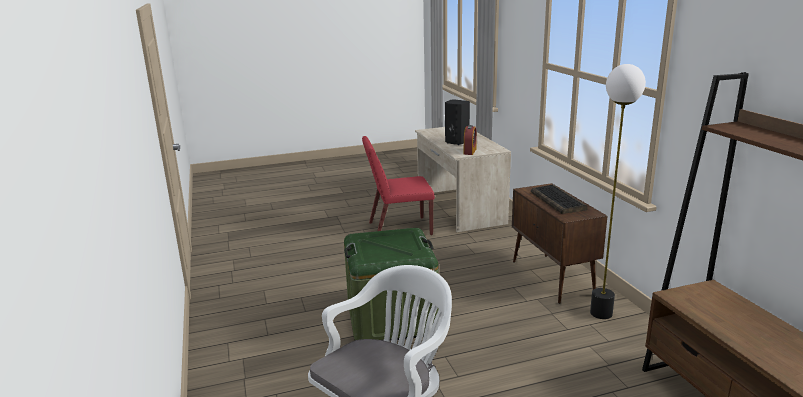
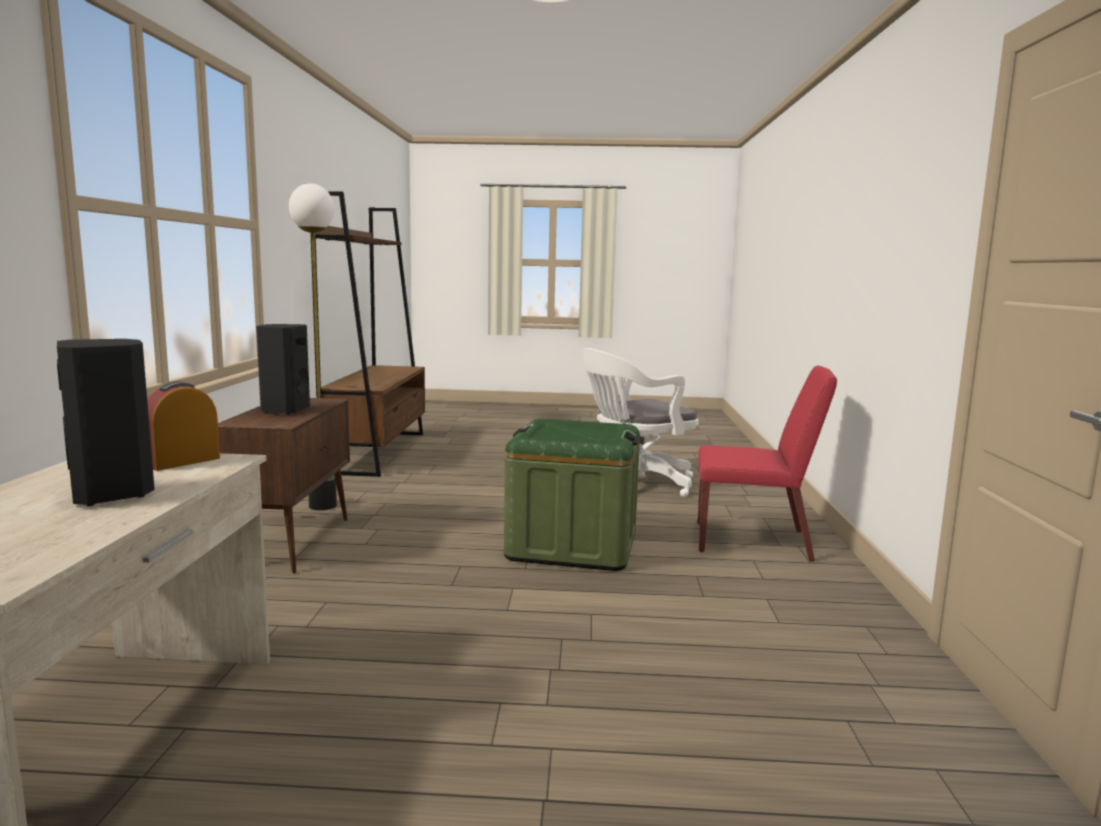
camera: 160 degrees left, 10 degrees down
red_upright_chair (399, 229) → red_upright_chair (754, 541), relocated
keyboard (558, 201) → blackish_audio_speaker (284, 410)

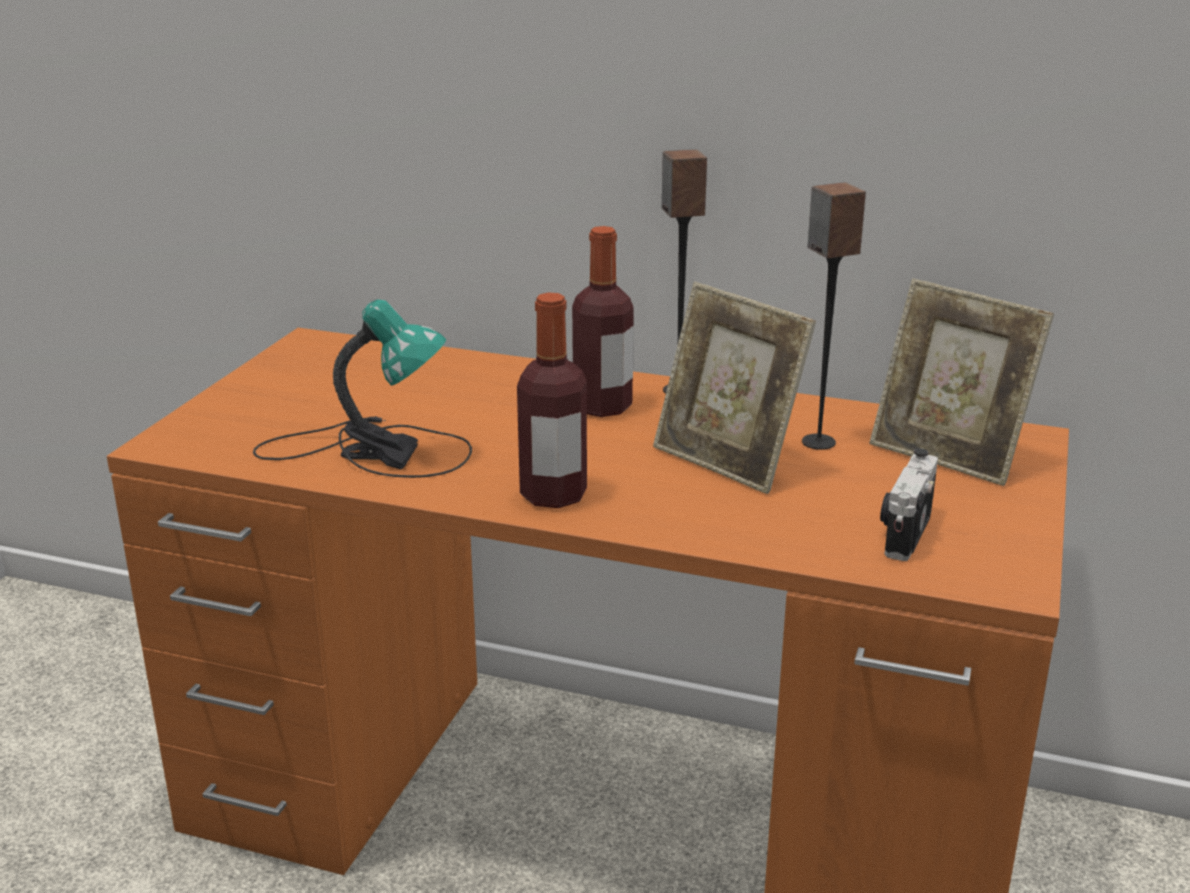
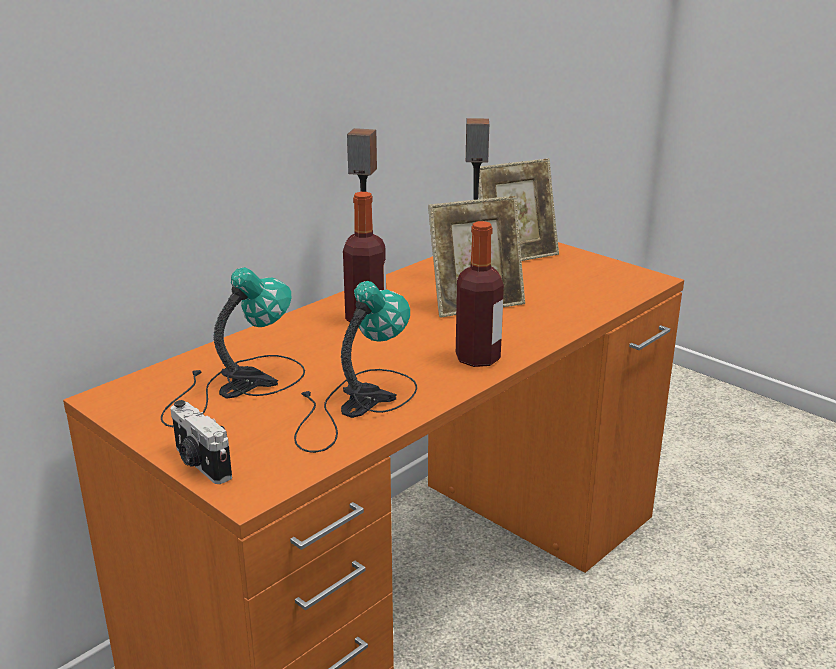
camera: 65 degrees left, 0 degrees up
photo_camera (904, 532) → photo_camera (200, 464), relocated
- → table_lamp (235, 386)

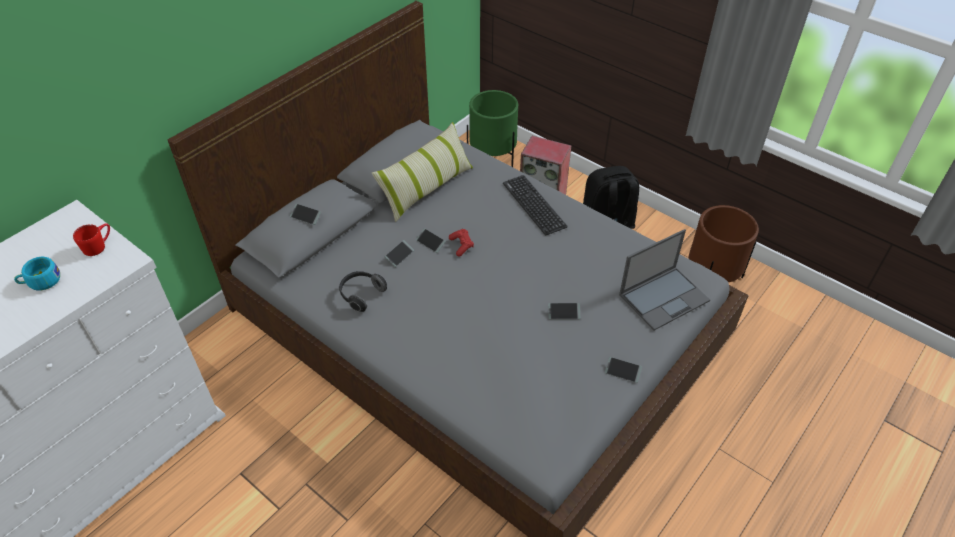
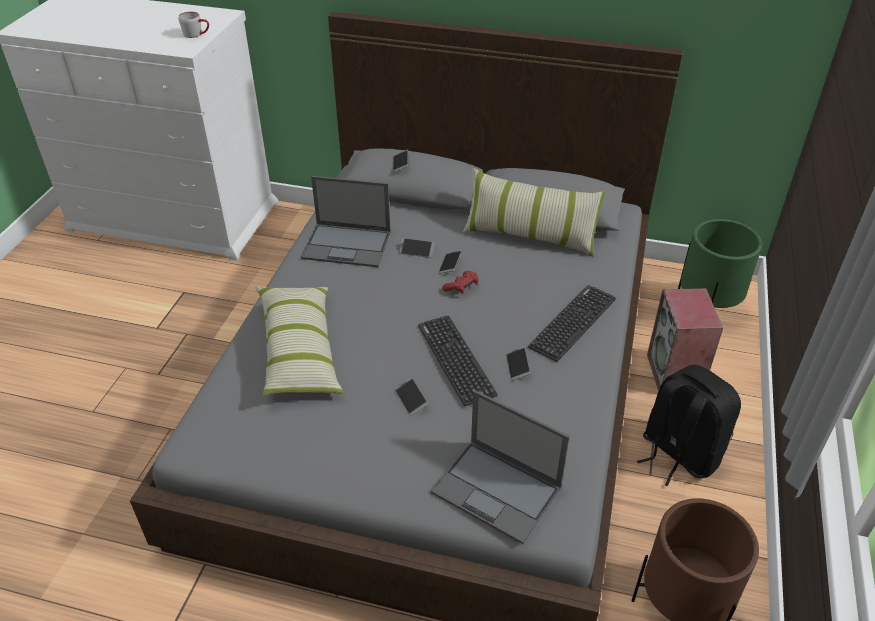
camera: 65 degrees right, 5 degrees down
red_mug (98, 245) → gray_mug (197, 34)
turquoise_cup (41, 281) → -
headphones (361, 295) → notebook_computer (348, 245)
handset (622, 372) → handset (517, 366), relocated
- → cushion (299, 350)
- → keyboard (456, 359)

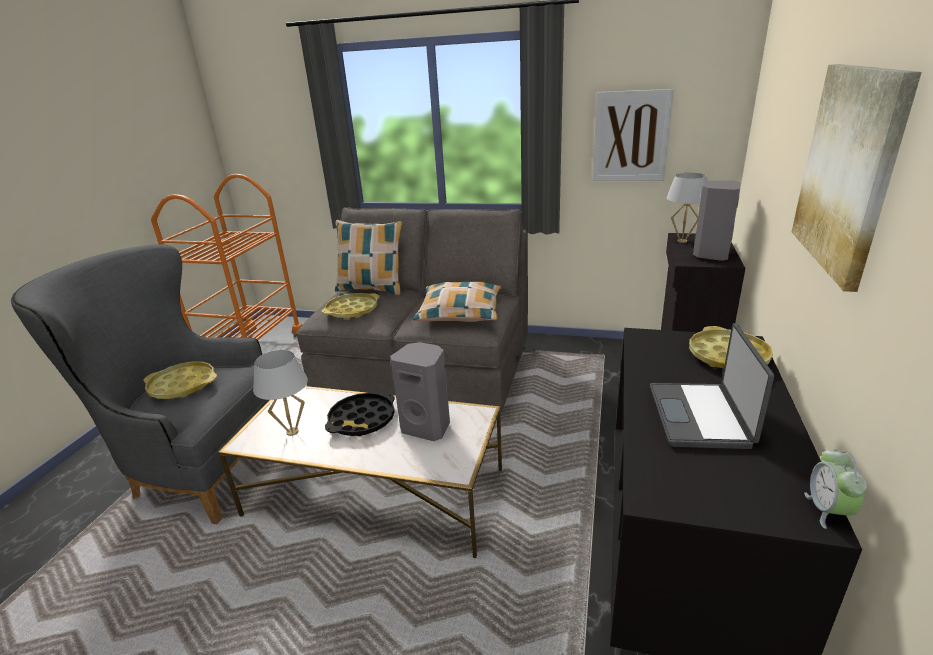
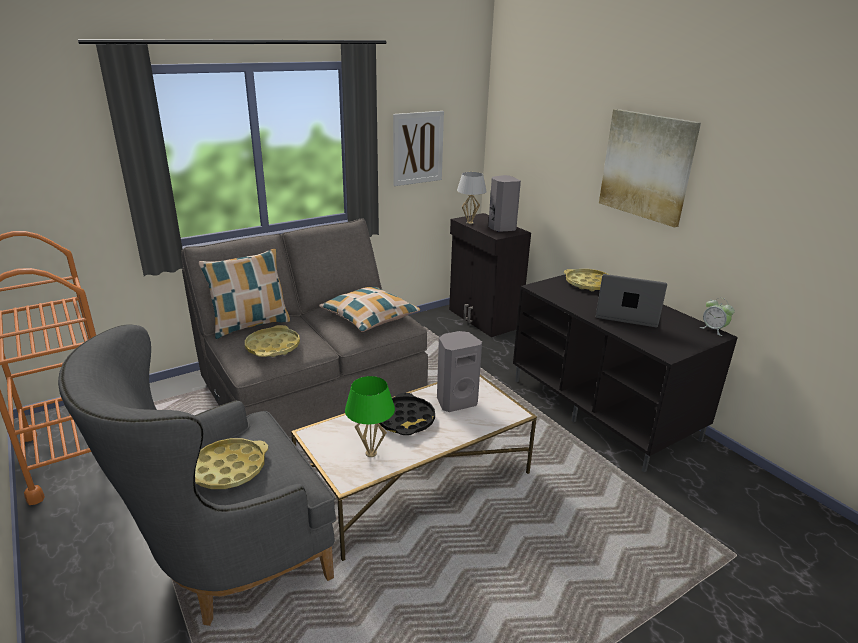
camera: 50 degrees left, 0 degrees up
notebook_computer (701, 416) → notebook_computer (626, 315), 150 degrees clockwise
white-coloured_table_lamp (292, 432) → green_table_lamp (371, 453)

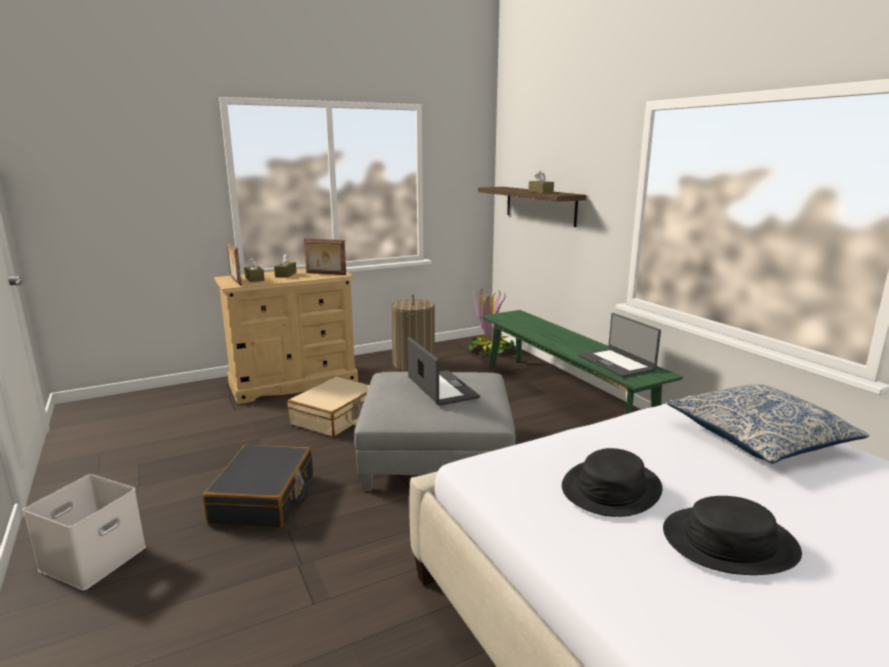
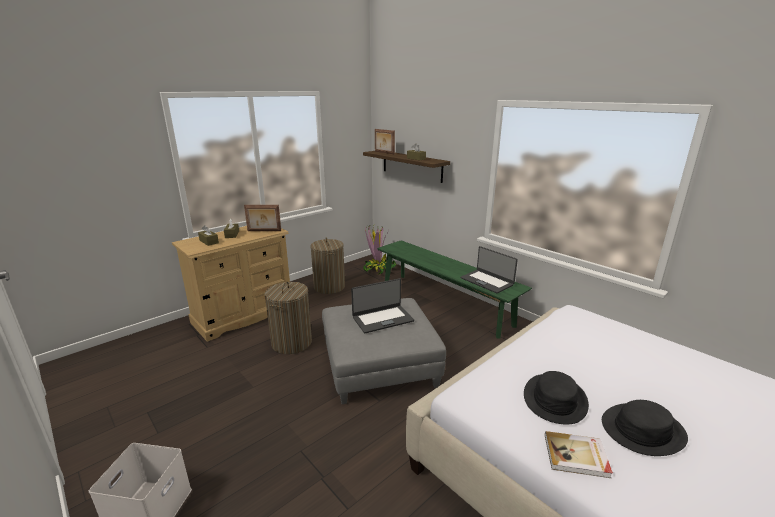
camera: 15 degrees left, 5 degrees up
photo_frame (235, 281) → photo_frame (384, 152), relocated
notebook_computer (441, 388) → notebook_computer (382, 319), 105 degrees clockwise
beige_travel_case (336, 417) → washing_basket (291, 342)
cushion (759, 437) → -
blackish_travel_case (264, 499) → -
- → volume (576, 456)

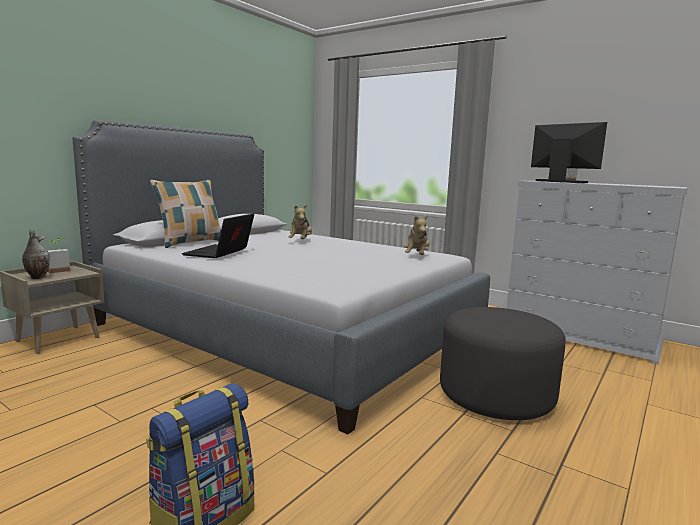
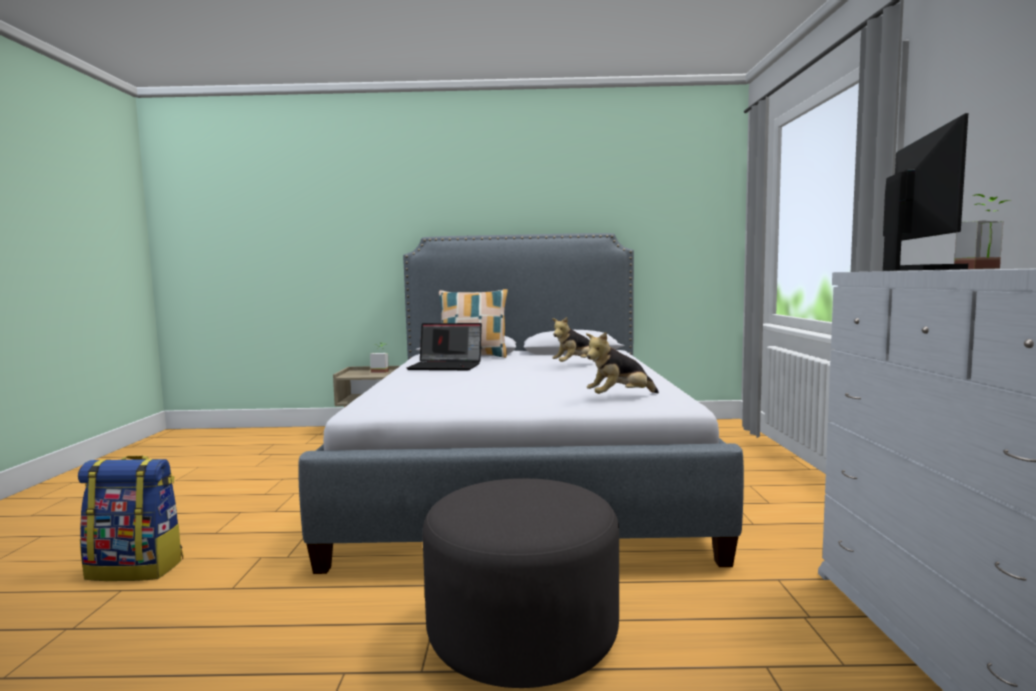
camera: 55 degrees right, 5 degrees down
notebook_computer (219, 253) → notebook_computer (446, 366), 150 degrees counterclockwise
flower_vase (37, 277) → -

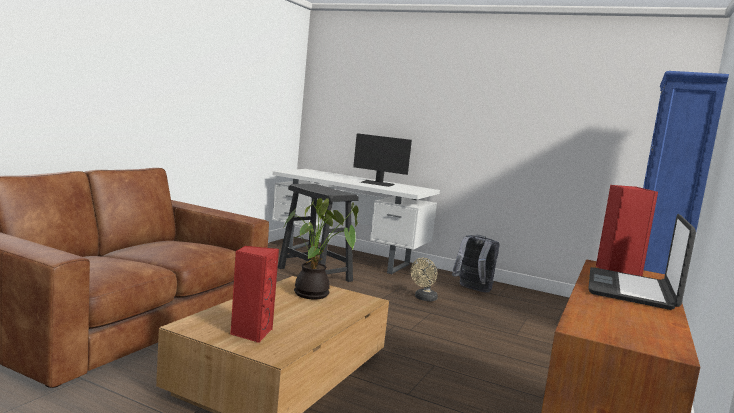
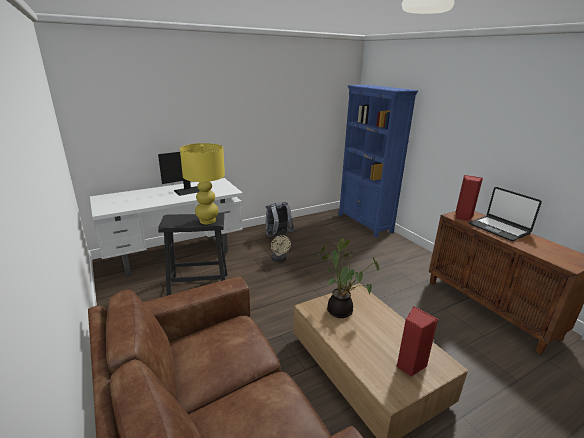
camera: 55 degrees left, 15 degrees up
- → yellowish_table_lamp (207, 221)

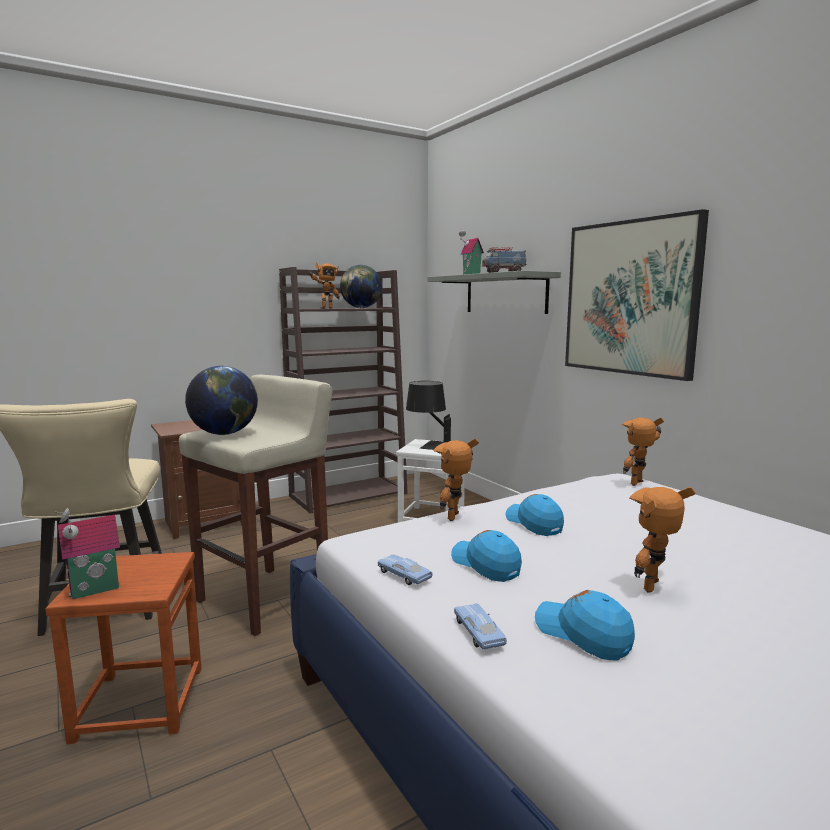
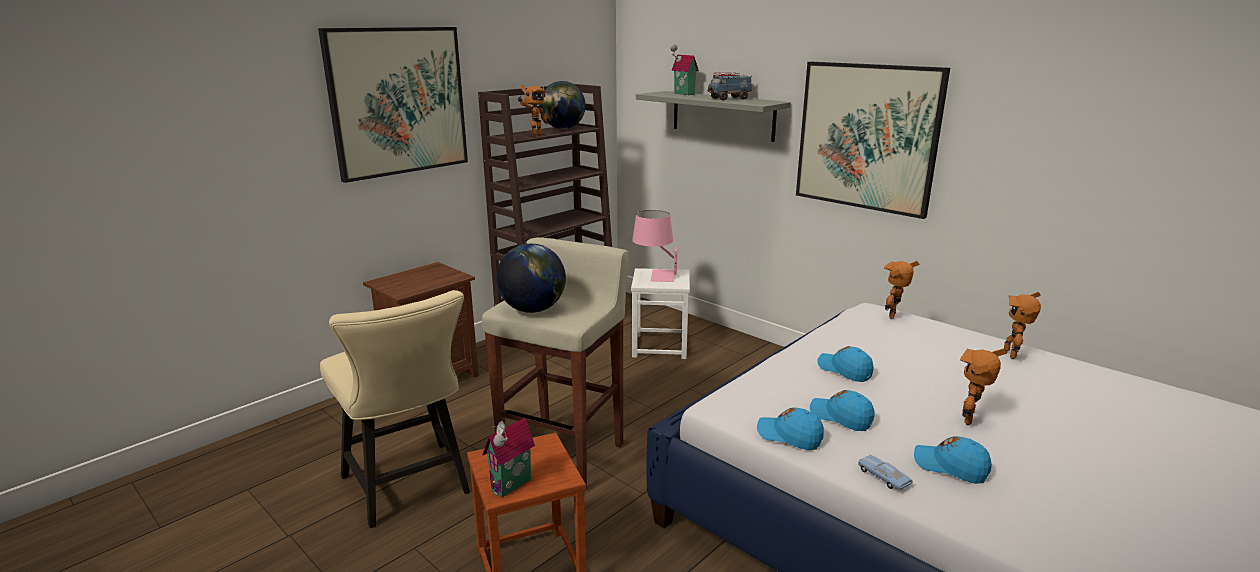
camera: 15 degrees left, 10 degrees up
blackish_table_lamp (428, 444) → pinkish_table_lamp (655, 275)
toy_robot (457, 517) → toy_robot (1012, 355), relocated
blue-coloured_model_car (404, 575) → blue-coloured_peaked_cap (789, 436)
- → picture (398, 101)

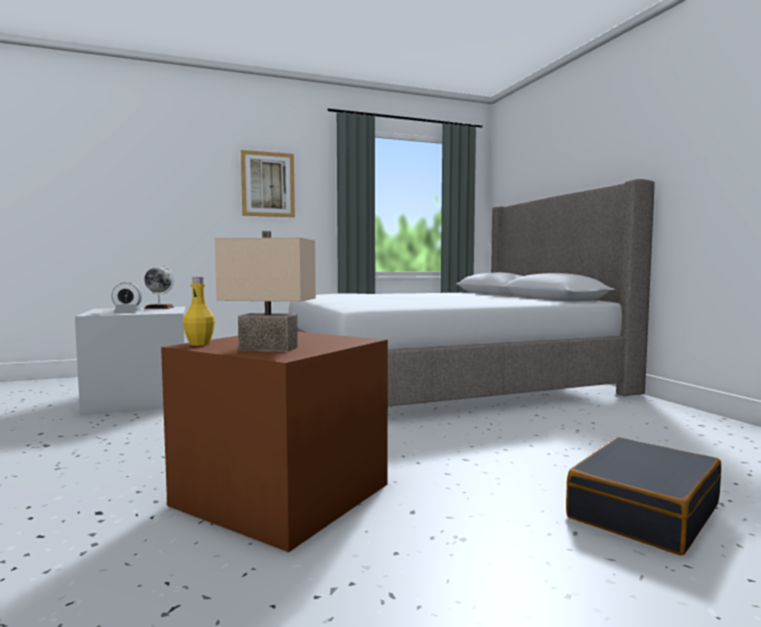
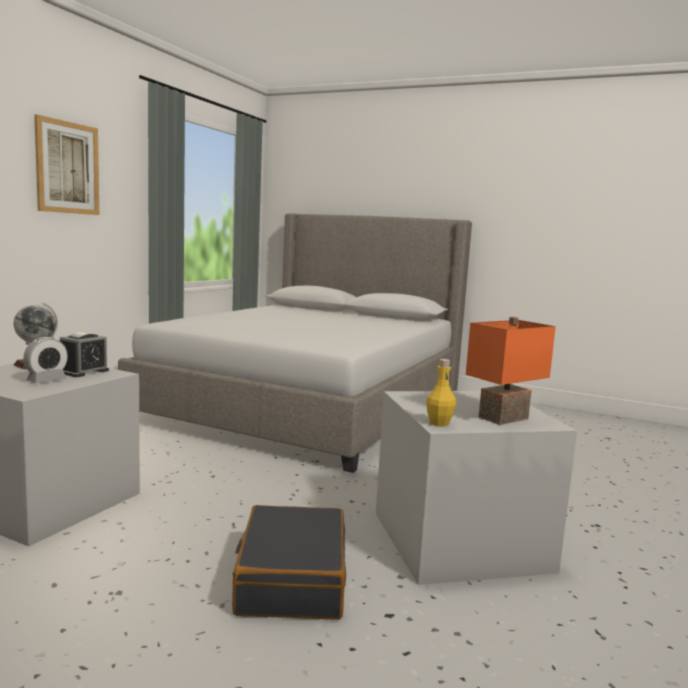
camera: 45 degrees left, 5 degrees up
beige_table_lamp (270, 348) → orange_table_lamp (502, 417)
brownish_storage_box (278, 495) → gray_storage_box (458, 542)
blackish_travel_case (642, 511) → blackish_travel_case (291, 579), relocated
- → alarm_clock (84, 371)

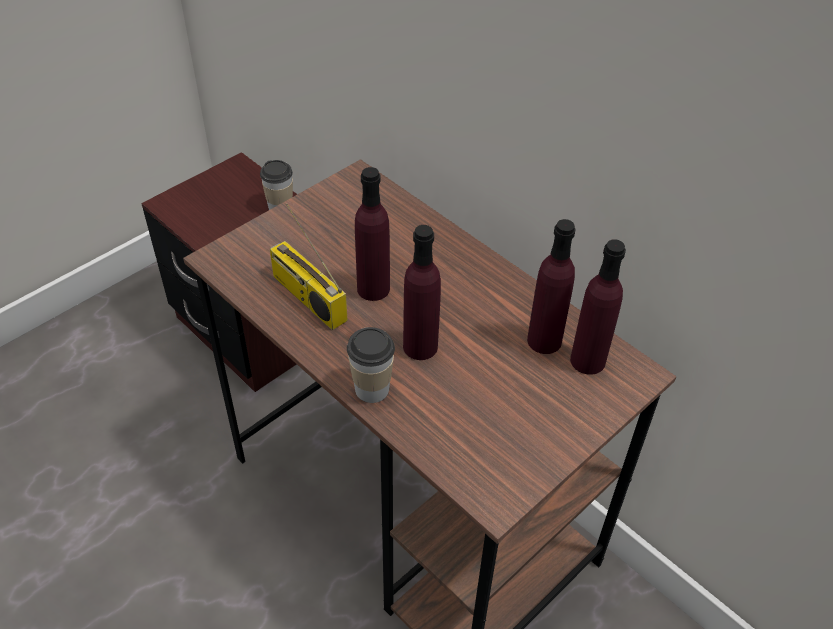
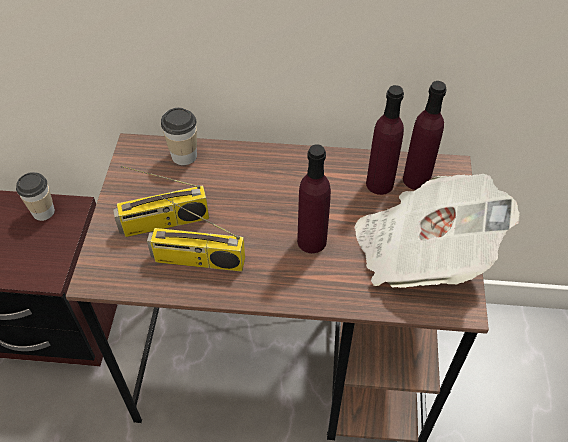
camera: 40 degrees left, 5 degrees up
purple_bottle (373, 289) → -
cup (372, 389) → cup (184, 156), relocated
- → radio_receiver (164, 223)
- → newspaper (422, 251)

